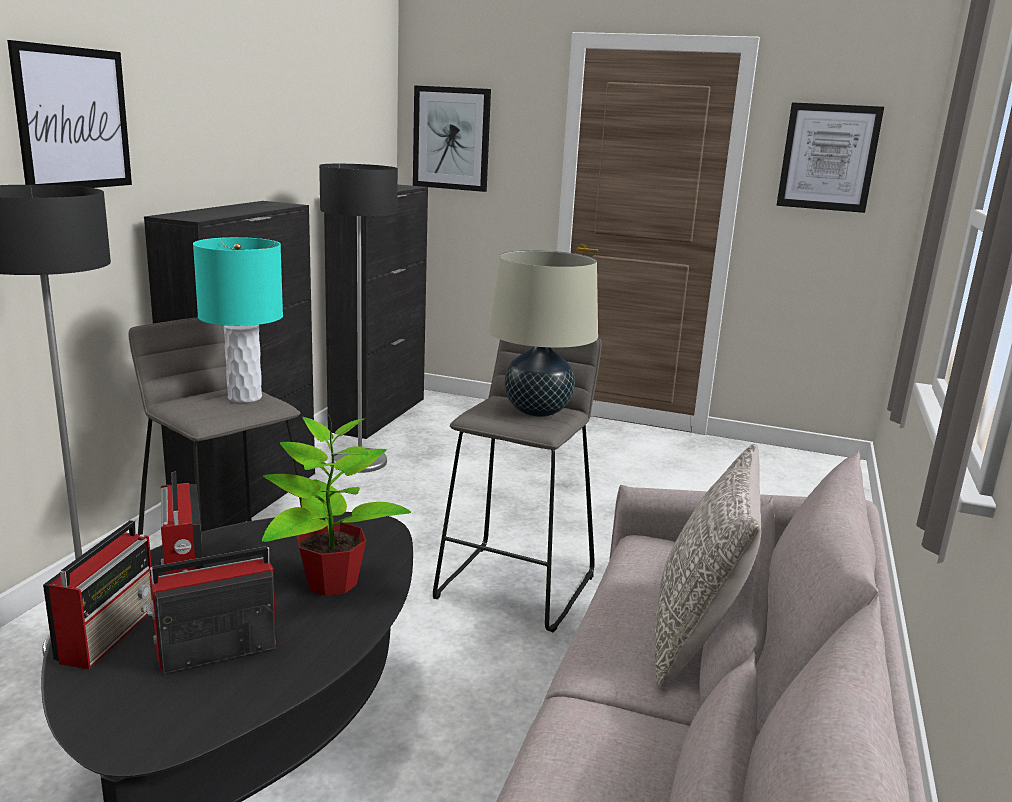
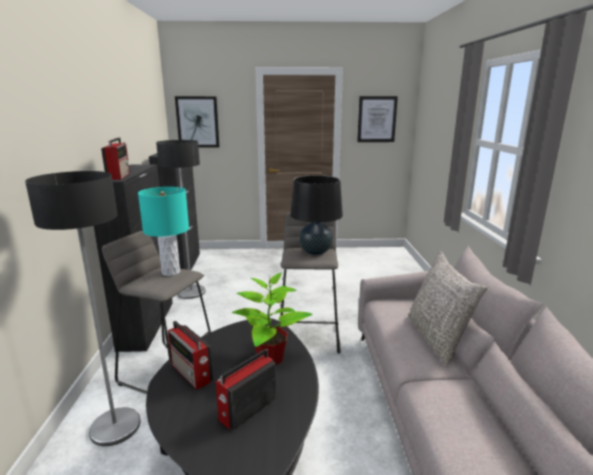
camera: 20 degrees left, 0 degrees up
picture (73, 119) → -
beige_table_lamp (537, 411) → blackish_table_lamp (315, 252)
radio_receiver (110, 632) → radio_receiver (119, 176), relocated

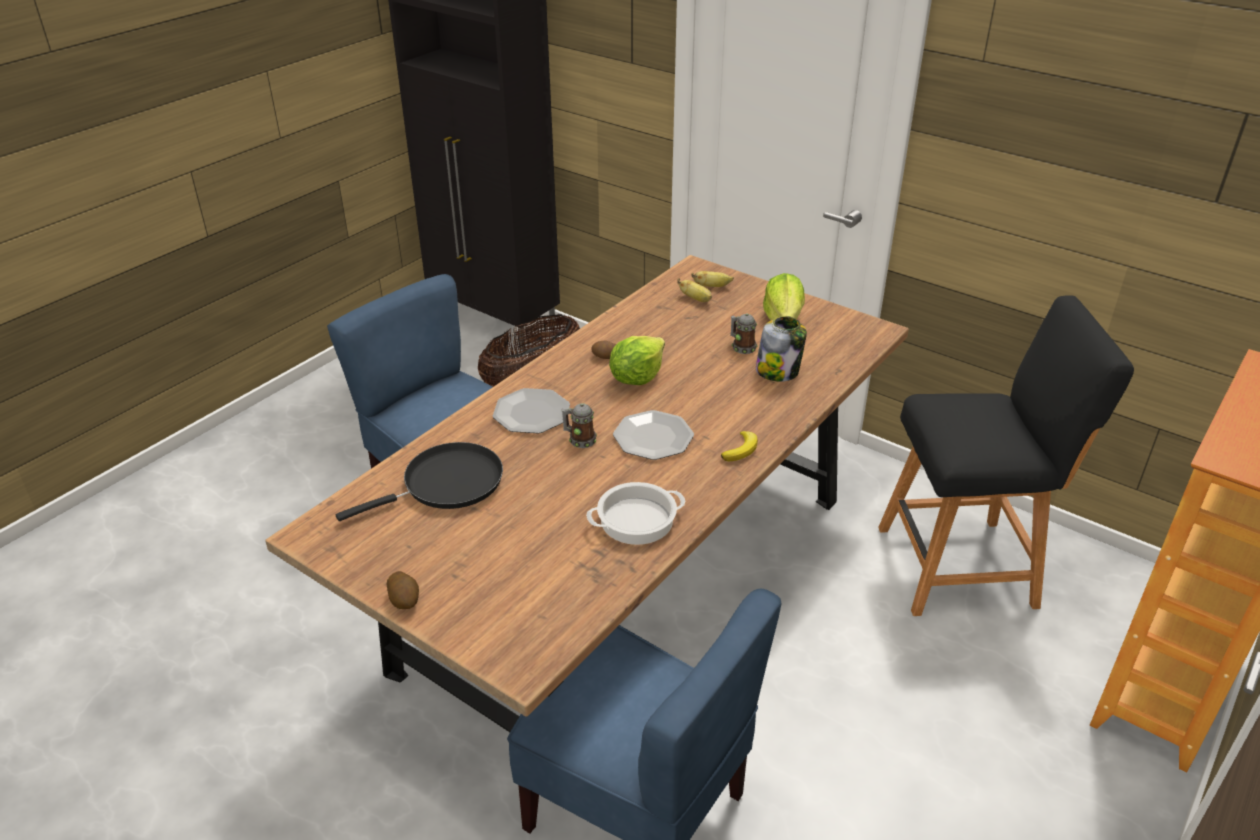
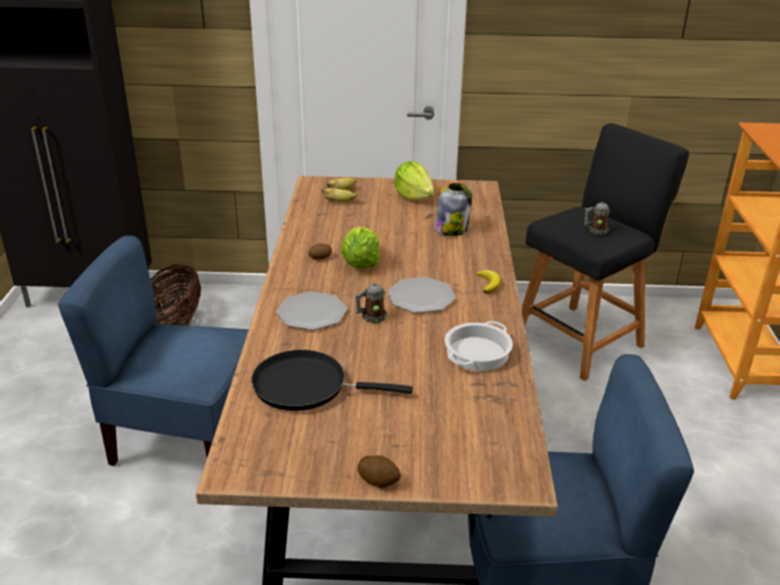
camera: 35 degrees left, 5 degrees down
mug (741, 347) → mug (595, 230), relocated
blackish_pan (446, 484) → blackish_pan (307, 386), 105 degrees counterclockwise

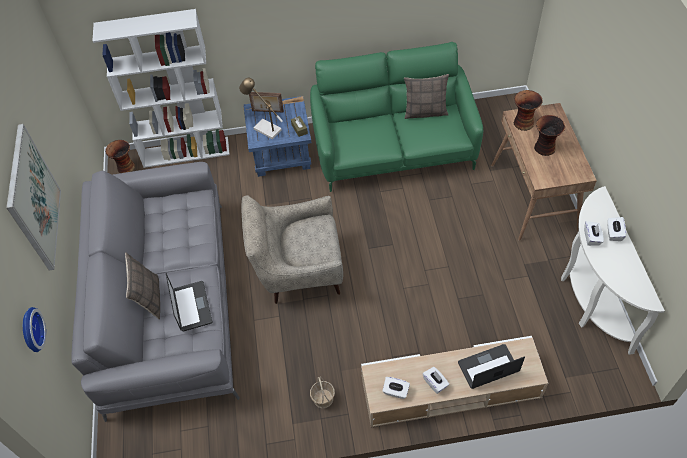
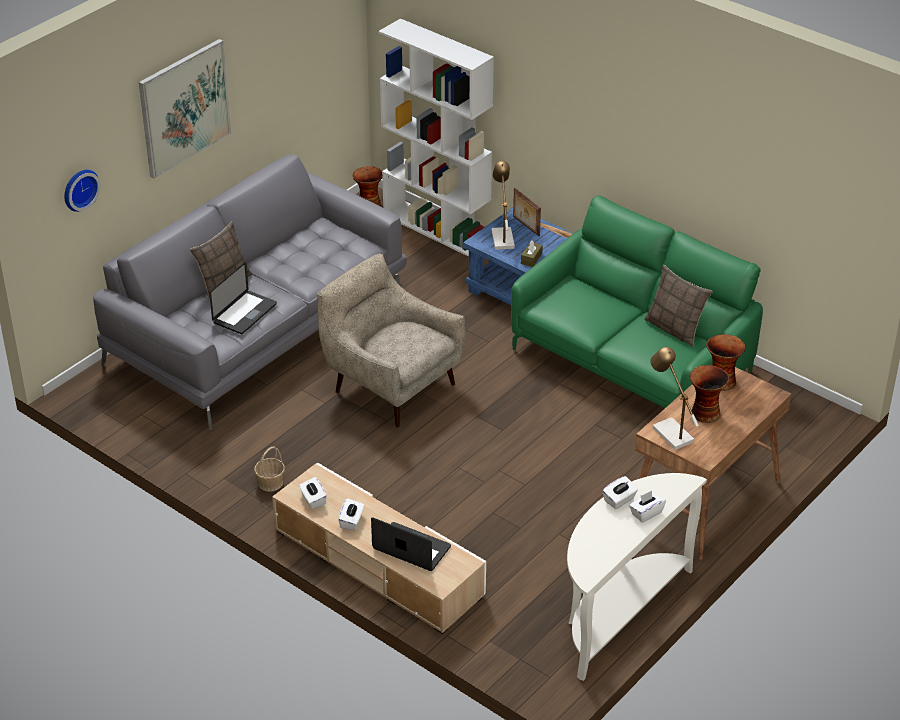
camera: 45 degrees right, 15 degrees down
- → table_lamp (668, 432)

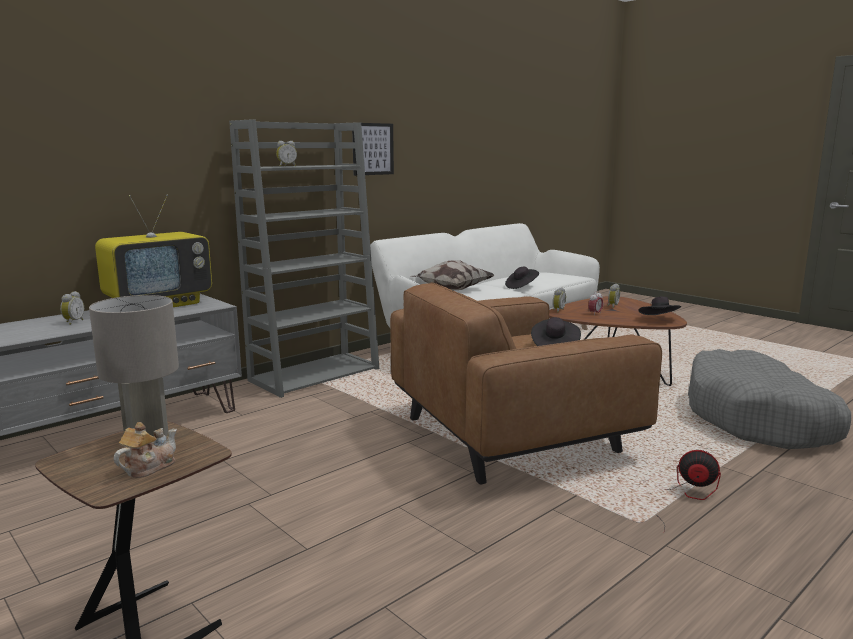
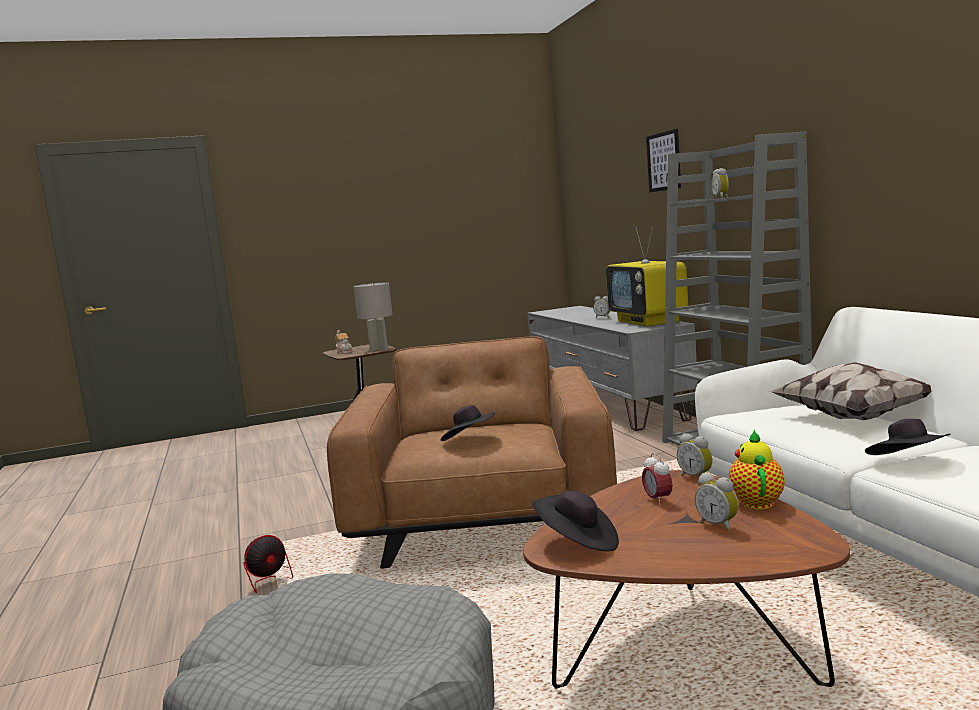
camera: 115 degrees right, 5 degrees down
picture (372, 149) → picture (664, 161), relocated
- → pot_for_tea (756, 501)

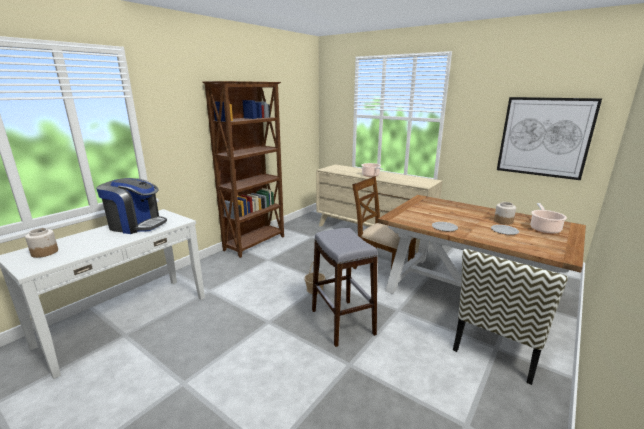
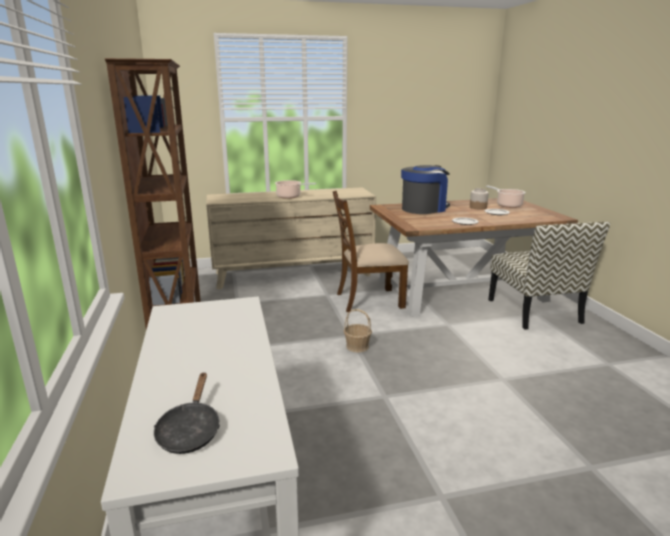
camera: 50 degrees left, 0 degrees up
picture (544, 137) → -
coffee_machine (136, 225) → coffee_machine (424, 209), relocated
storage_jar (45, 252) → blackish_pan (190, 431)
gray_stool (342, 322) → -

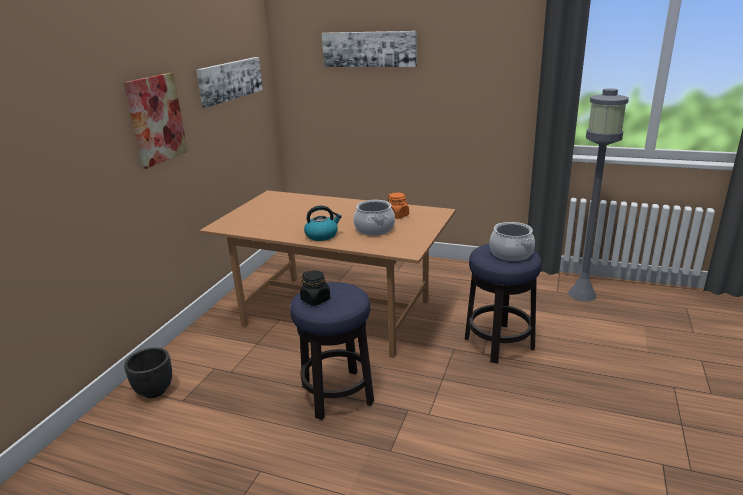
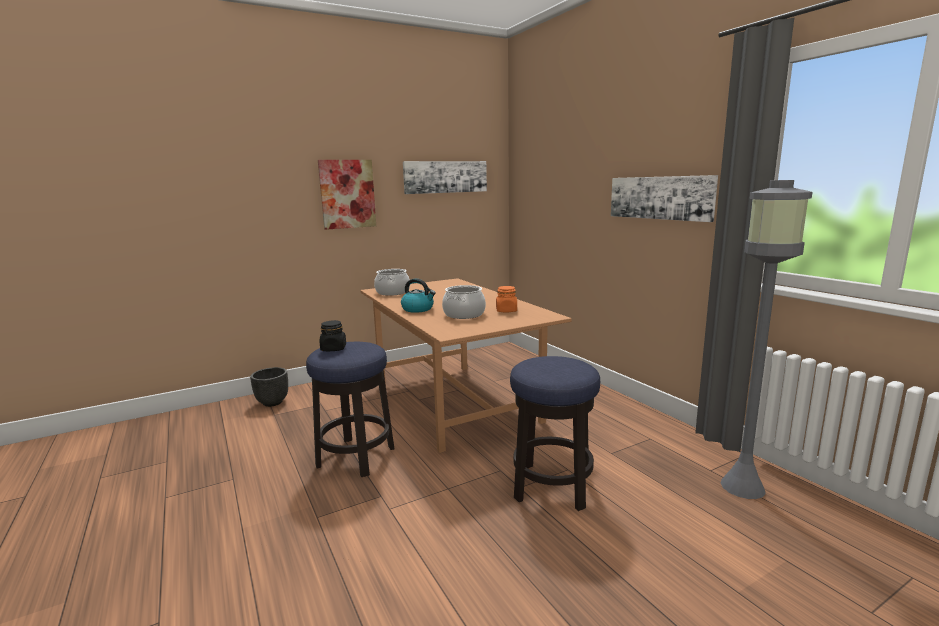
camera: 40 degrees right, 10 degrees down
picture (369, 49) → picture (660, 197), relocated
stockpot (510, 253) → stockpot (392, 292), relocated

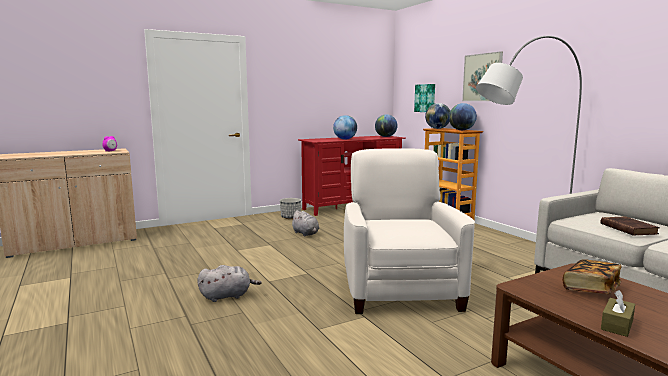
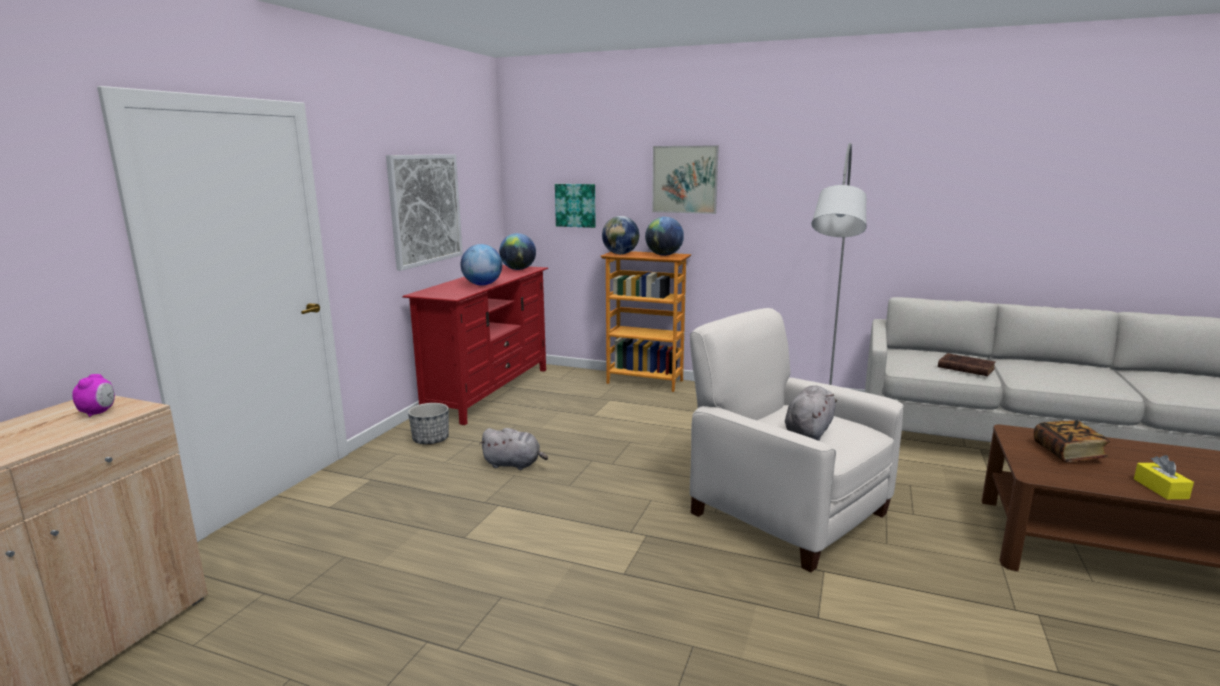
camera: 40 degrees left, 5 degrees up
gray_soft_toy (227, 296) → gray_soft_toy (809, 431), relocated
brownish_box_of_tissues (617, 325) → yellowish_box_of_tissues (1160, 489)
- → picture (425, 209)

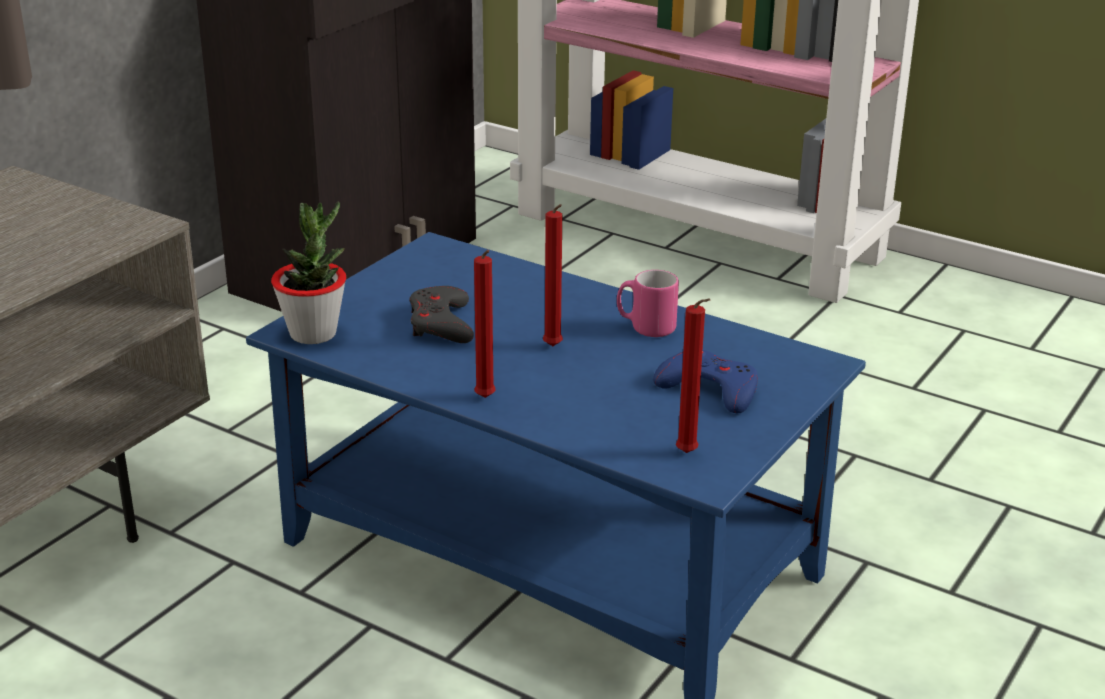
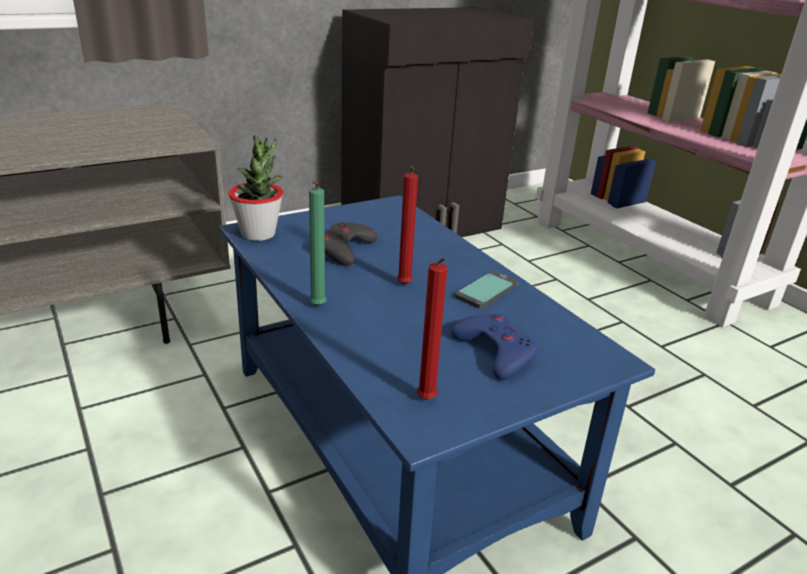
camera: 25 degrees right, 0 degrees up
red_candle (485, 399) → green_candle (317, 307)
pinkish_mug (645, 328) → handset (486, 291)

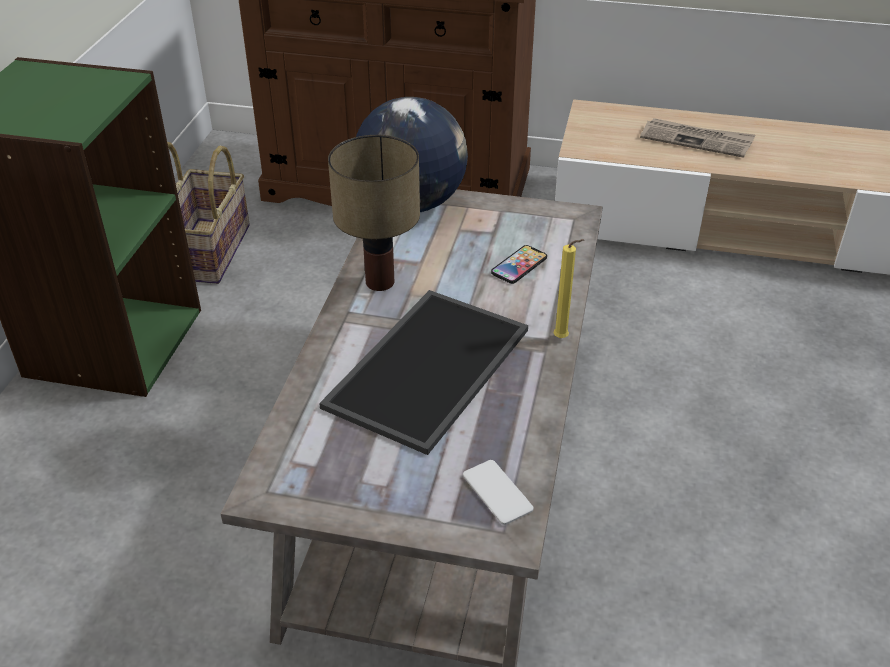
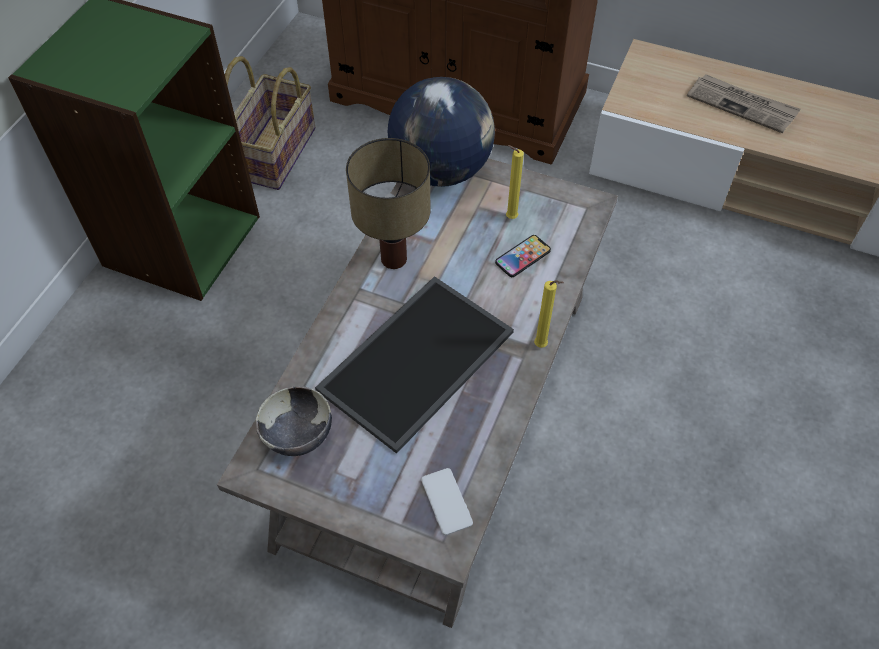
camera: 10 degrees right, 15 degrees up
- → yellowish_candle (509, 217)
- → bowl (298, 436)

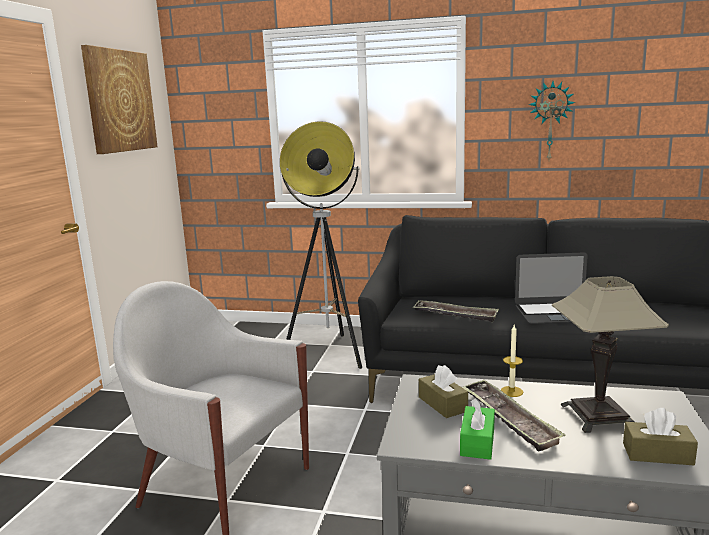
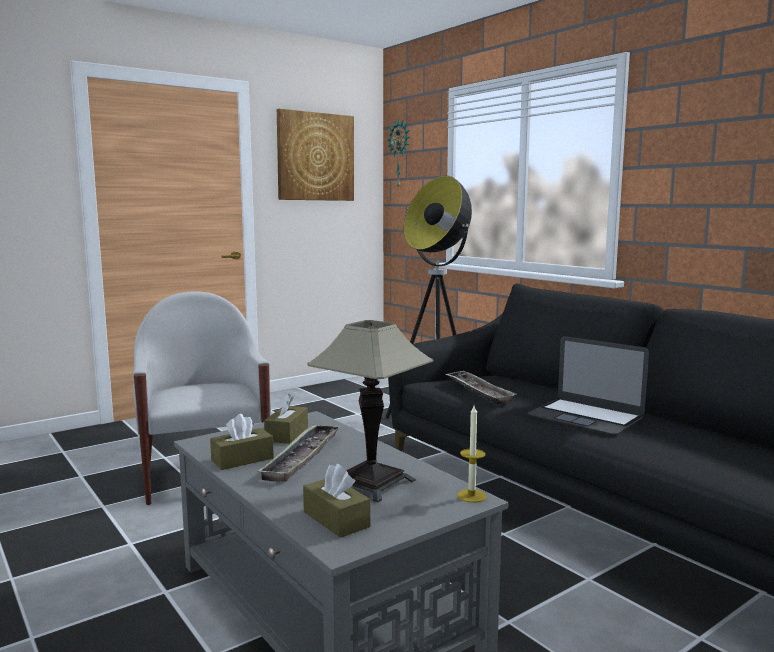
camera: 40 degrees right, 5 degrees down
wall_clock (550, 121) → wall_clock (400, 154), relocated
candle (511, 391) → candle (471, 496), relocated
green_box_of_tissues (477, 442) → brownish_box_of_tissues (242, 459)

